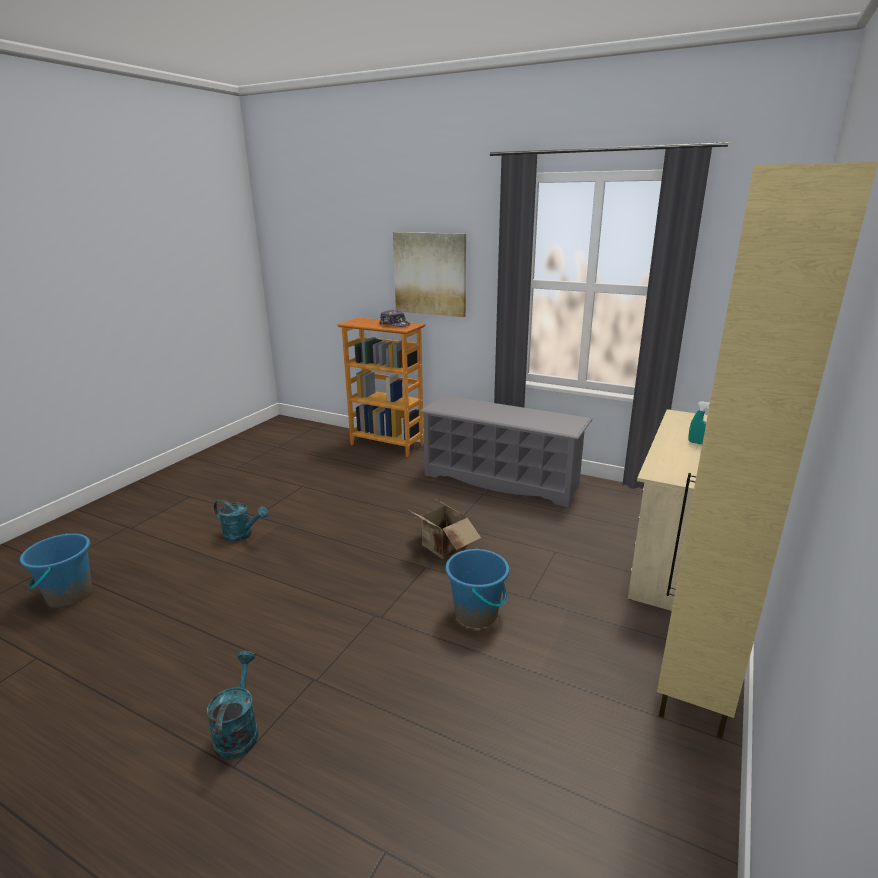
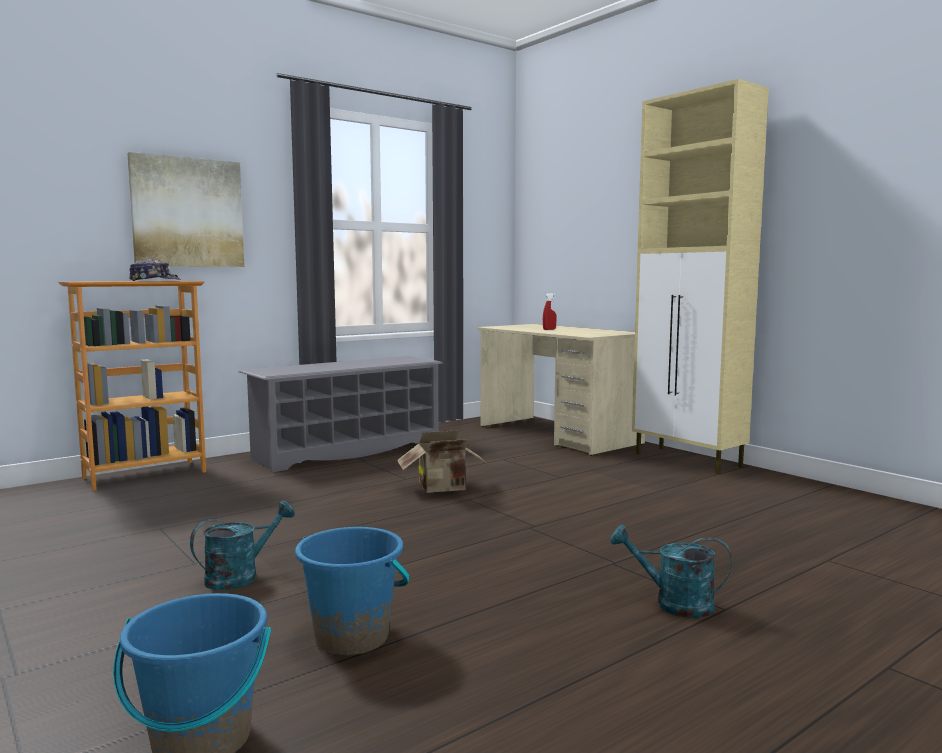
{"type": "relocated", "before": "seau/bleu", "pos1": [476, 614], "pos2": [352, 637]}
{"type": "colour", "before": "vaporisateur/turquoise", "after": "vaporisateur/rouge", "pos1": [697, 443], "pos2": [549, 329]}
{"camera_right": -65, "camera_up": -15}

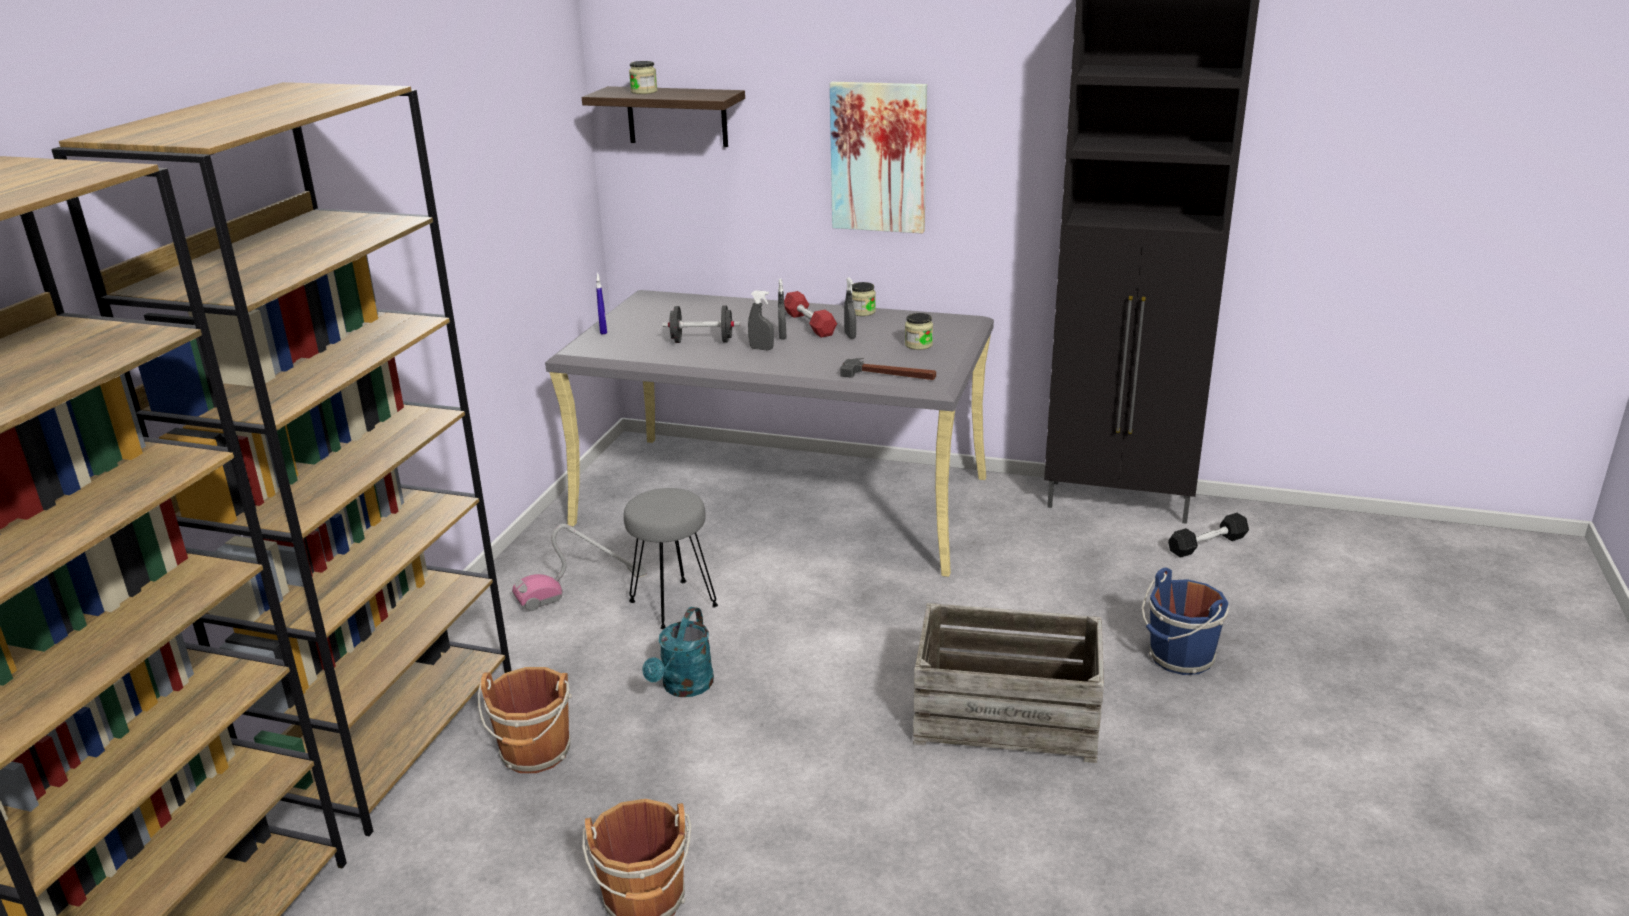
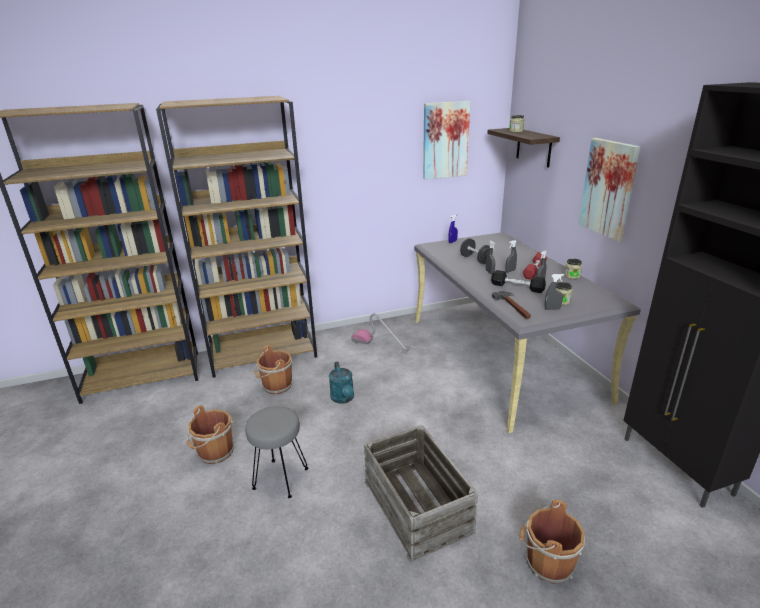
{"type": "relocated", "before": "tabouret/gris", "pos1": [672, 604], "pos2": [280, 478]}
{"type": "spun", "before": "arrosoir/turquoise", "pos1": [684, 688], "pos2": [343, 399], "turn": -90}
{"type": "appeared", "after": "tableau", "pos2": [445, 140]}
{"type": "relocated", "before": "haltère/noir", "pos1": [1207, 544], "pos2": [517, 287]}
{"type": "colour", "before": "seau/bleu", "after": "seau/marron", "pos1": [1179, 658], "pos2": [546, 563]}
{"type": "appeared", "after": "vaporisateur/gris", "pos2": [552, 309]}
{"camera_right": 55, "camera_up": 0}

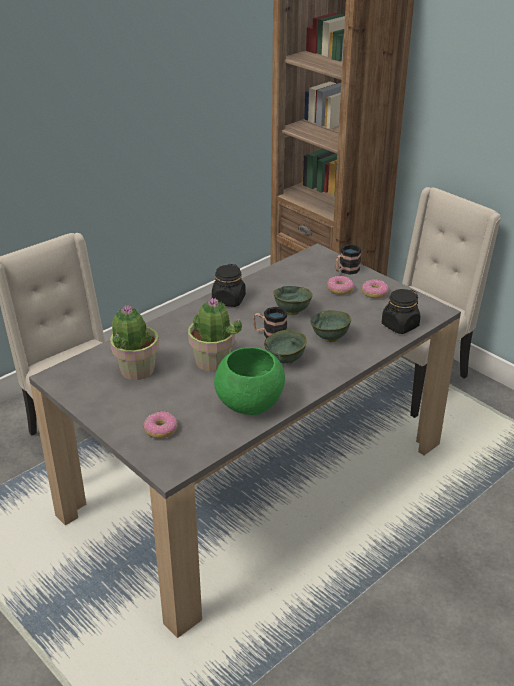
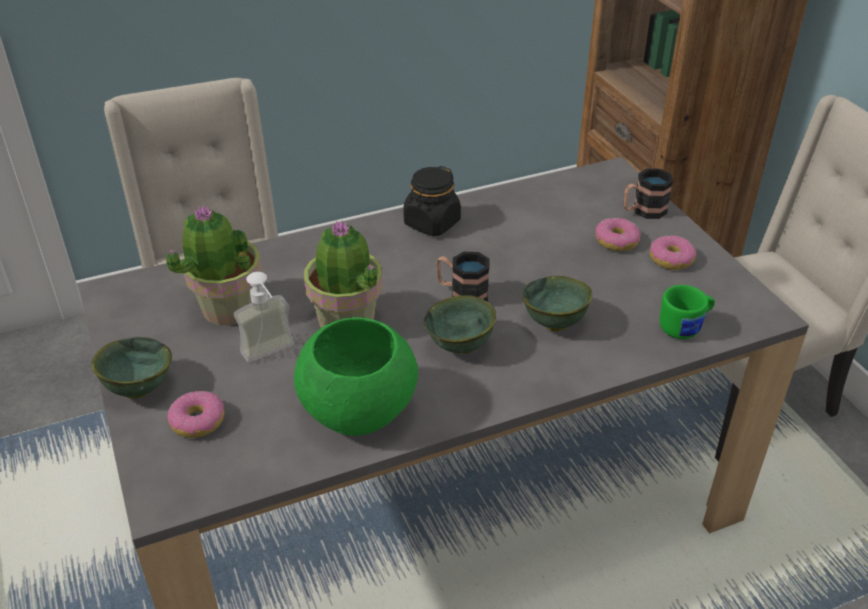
{"type": "relocated", "before": "bol/vert", "pos1": [291, 311], "pos2": [137, 389]}
{"type": "appeared", "after": "distributeur de savon", "pos2": [272, 355]}
{"type": "exchanged", "before": "bocal/noir", "after": "mug/vert", "pos1": [400, 326], "pos2": [685, 327]}
{"camera_right": 20, "camera_up": 5}

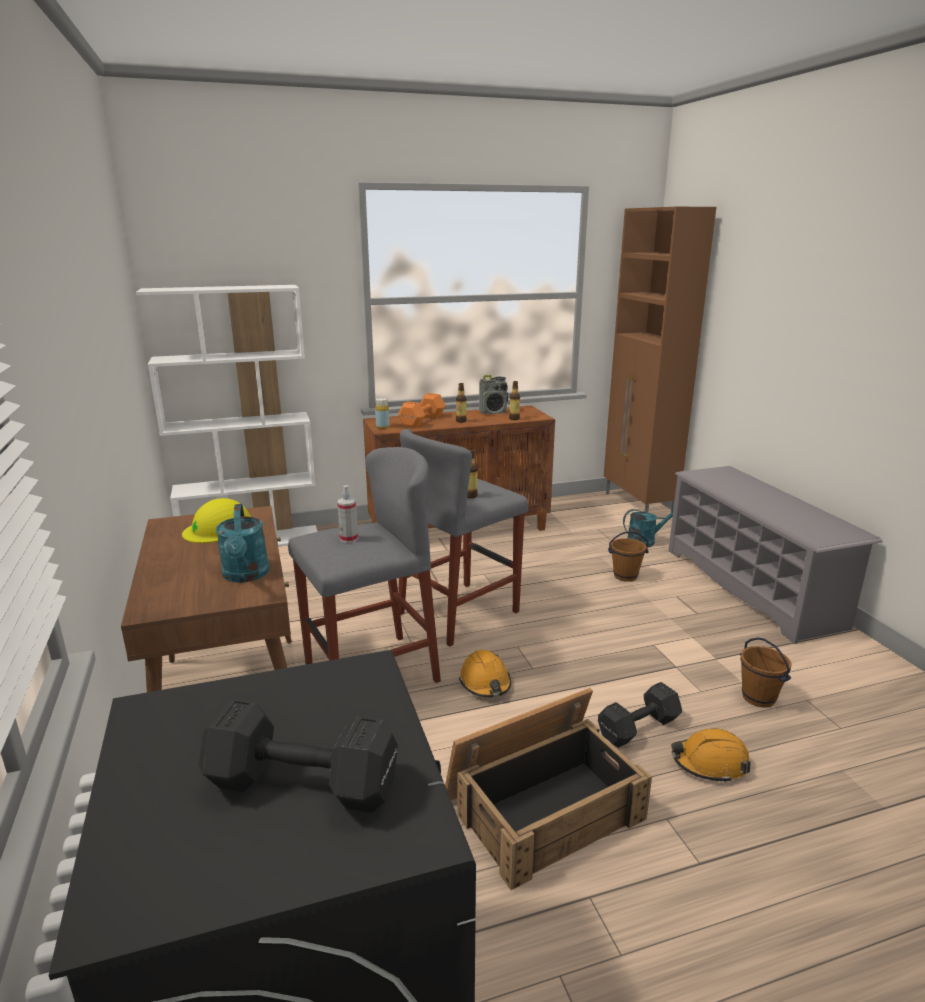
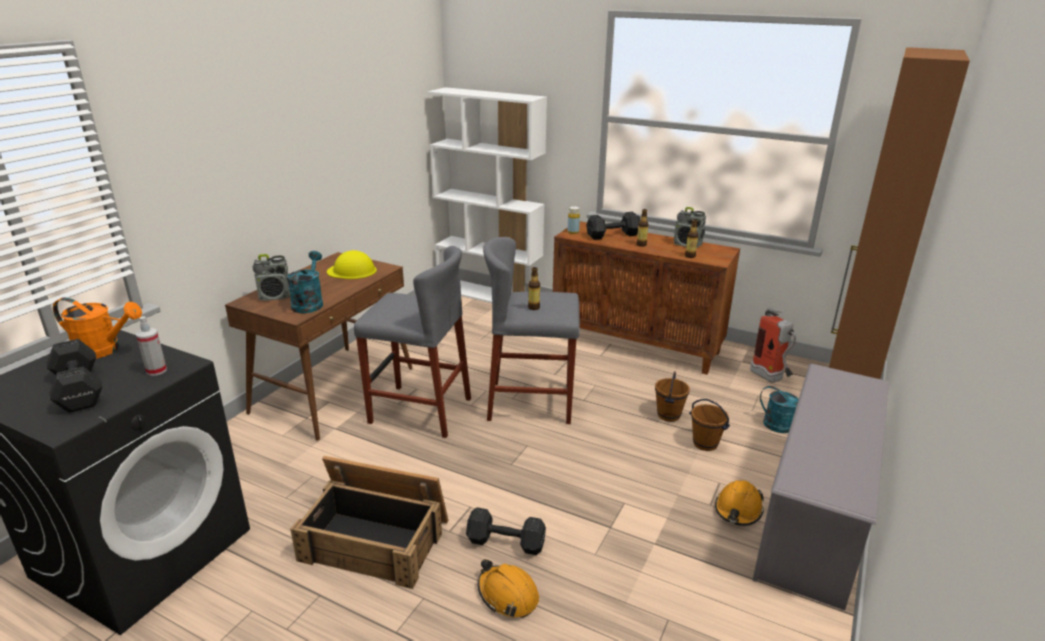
{"type": "appeared", "after": "arrosoir/orange", "pos2": [104, 350]}
{"type": "relocated", "before": "vaporisateur", "pos1": [349, 539], "pos2": [156, 371]}
{"type": "appeared", "after": "radio", "pos2": [275, 296]}
{"type": "spun", "before": "arrosoir/turquoise", "pos1": [246, 576], "pos2": [309, 303], "turn": 150}
{"type": "colour", "before": "haltère/orange", "after": "haltère/noir", "pos1": [423, 421], "pos2": [614, 235]}
{"type": "relocated", "before": "seau/marron", "pos1": [759, 697], "pos2": [669, 415]}
{"type": "relocated", "before": "casque de chantier/orange", "pos1": [485, 683], "pos2": [738, 510]}
{"type": "appeared", "after": "extincteur", "pos2": [770, 379]}
{"camera_right": 45, "camera_up": 5}

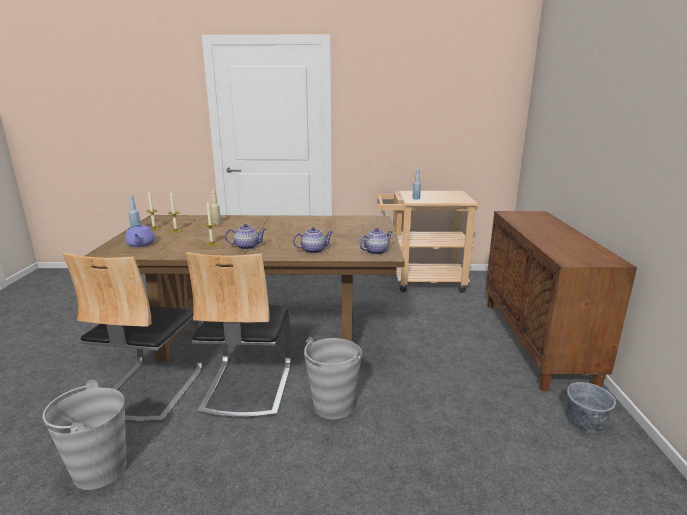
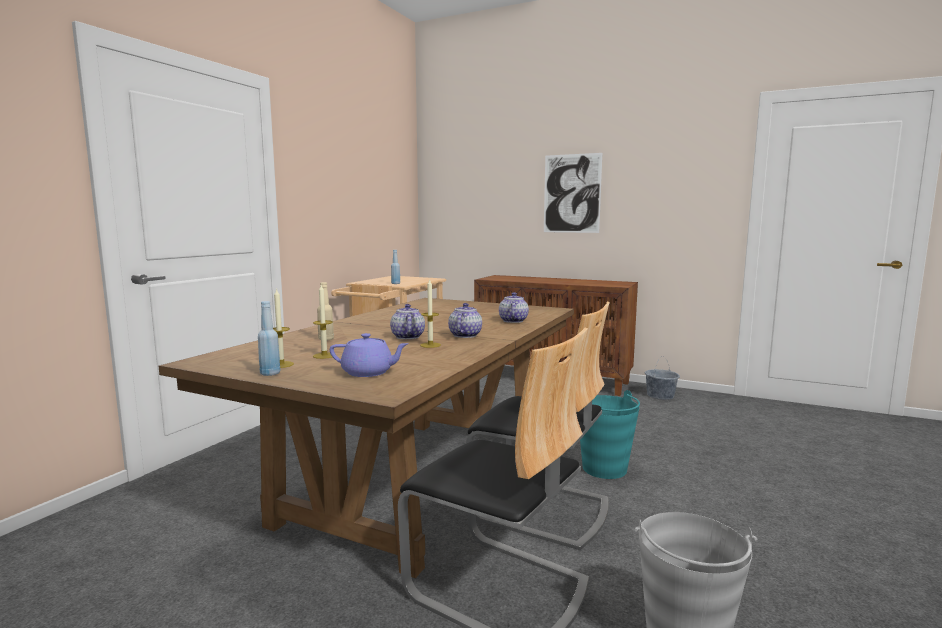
{"type": "relocated", "before": "théière", "pos1": [376, 251], "pos2": [407, 337]}
{"type": "appeared", "after": "tableau", "pos2": [572, 193]}
{"type": "colour", "before": "seau/gris", "after": "seau/turquoise", "pos1": [333, 406], "pos2": [604, 469]}
{"camera_right": -65, "camera_up": -10}

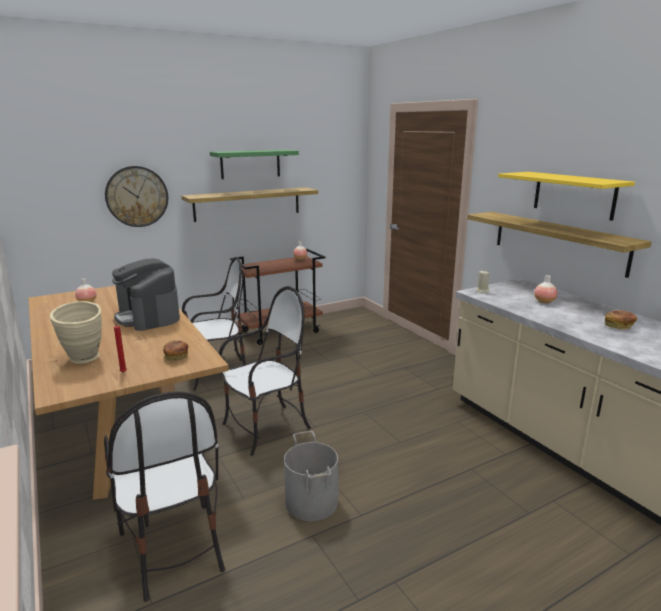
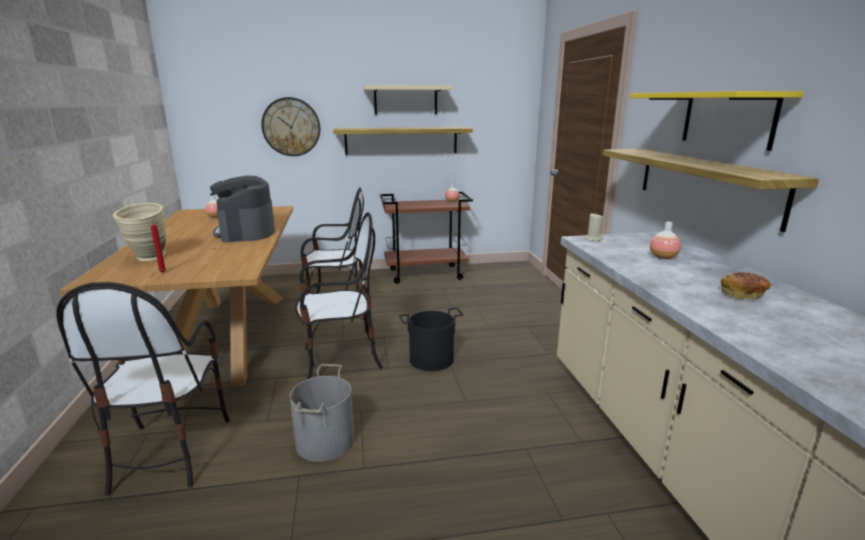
{"type": "colour", "before": "étagère/vert", "after": "étagère/beige", "pos1": [250, 164], "pos2": [405, 100]}
{"type": "appeared", "after": "seau/noir", "pos2": [431, 359]}
{"type": "missing", "before": "pain", "pos1": [176, 357]}
{"camera_right": 20, "camera_up": 0}

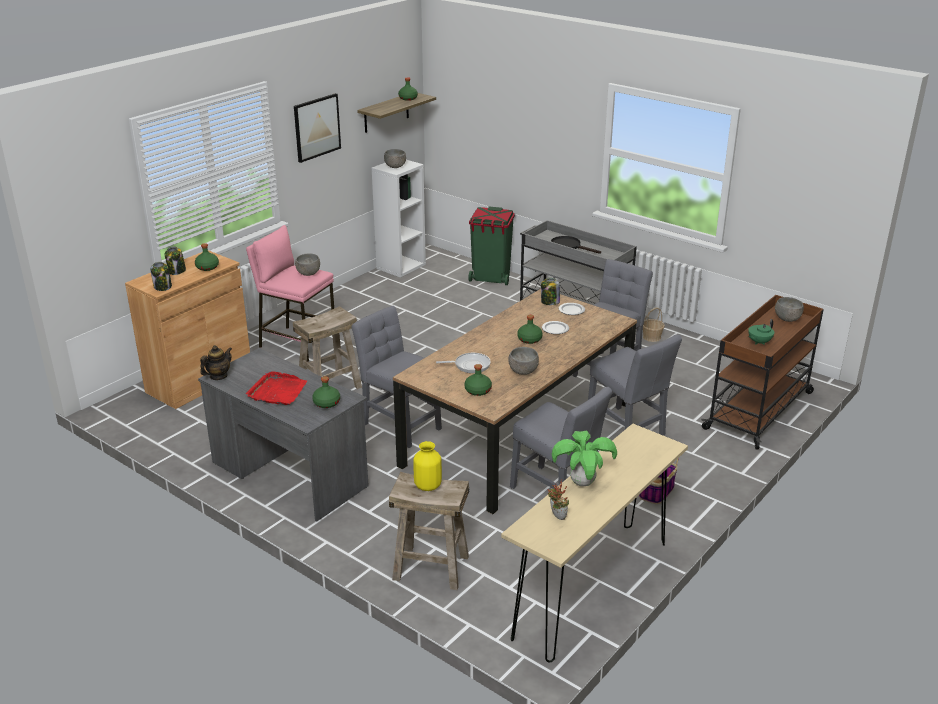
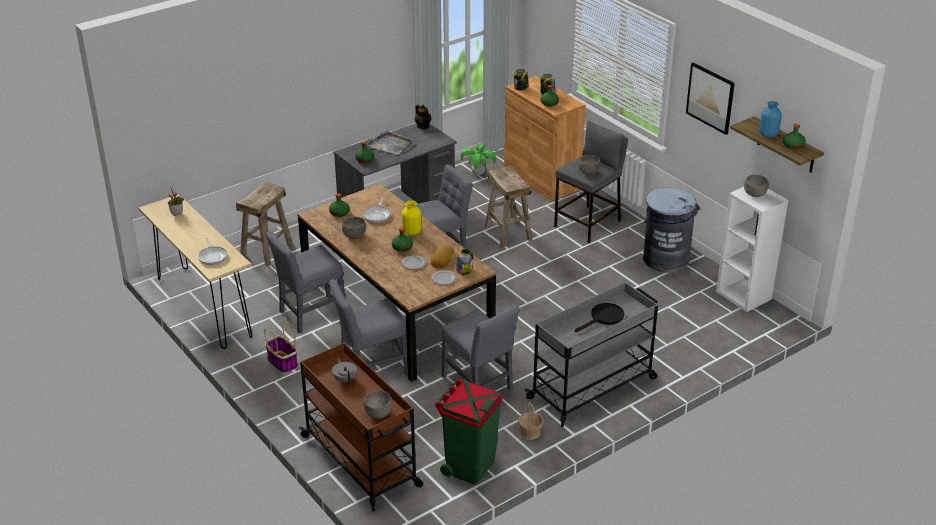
{"type": "appeared", "after": "poêle", "pos2": [212, 256]}
{"type": "colour", "before": "théière/vert", "after": "théière/gris", "pos1": [759, 342], "pos2": [345, 379]}
{"type": "colour", "before": "plateau/rouge", "after": "plateau/gris", "pos1": [277, 391], "pos2": [390, 144]}
{"type": "relocated", "before": "vase/jaune", "pos1": [428, 486], "pos2": [411, 232]}
{"type": "appeared", "after": "pain", "pos2": [441, 259]}
{"type": "relocated", "before": "poubelle/vert", "pos1": [491, 278], "pos2": [469, 466]}
{"type": "relocated", "before": "plante en pot", "pos1": [582, 483], "pos2": [478, 174]}
{"type": "colour", "before": "tabouret/rose", "after": "tabouret/gris", "pos1": [297, 343], "pos2": [588, 224]}
{"type": "appeared", "after": "poubelle/gris", "pos2": [666, 259]}
{"type": "appeared", "after": "vase/bleu", "pos2": [768, 134]}
{"camera_right": 105, "camera_up": 5}

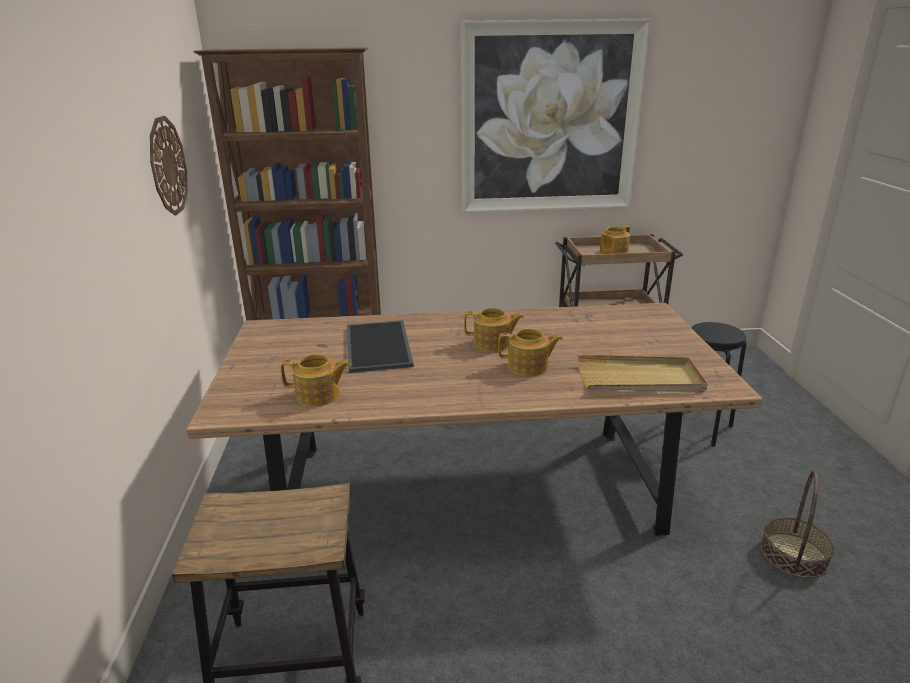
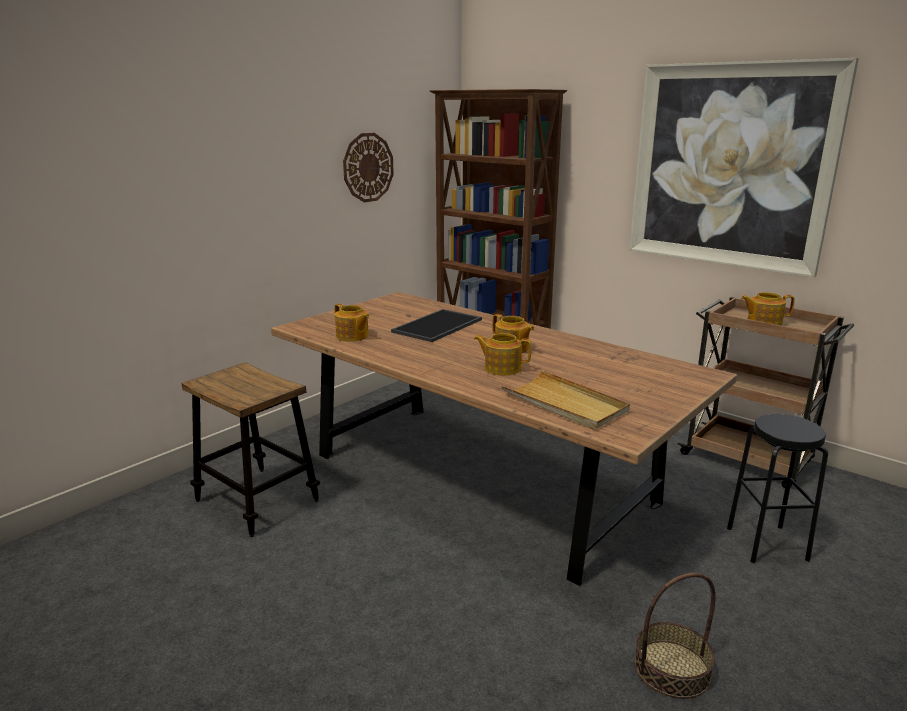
{"type": "spun", "before": "théière", "pos1": [529, 367], "pos2": [502, 368], "turn": 150}
{"camera_right": 45, "camera_up": -5}

